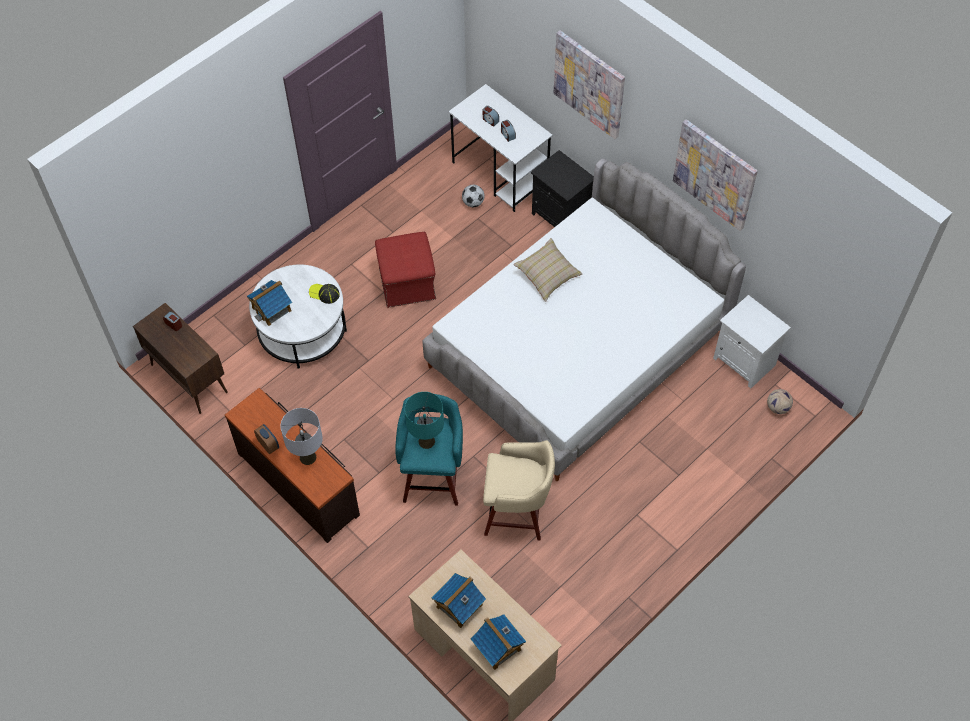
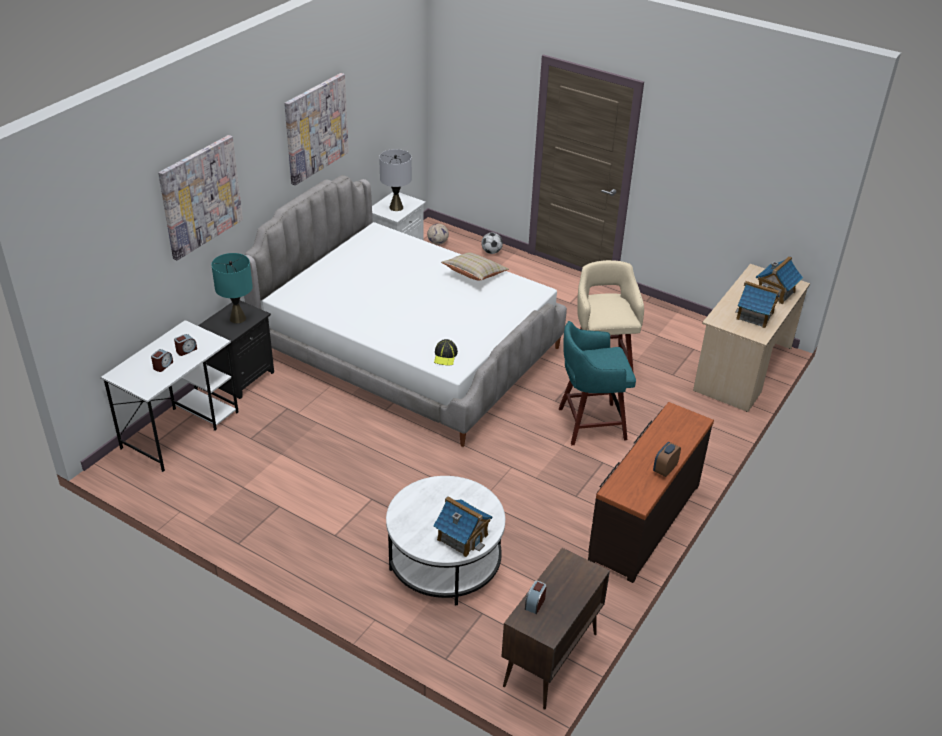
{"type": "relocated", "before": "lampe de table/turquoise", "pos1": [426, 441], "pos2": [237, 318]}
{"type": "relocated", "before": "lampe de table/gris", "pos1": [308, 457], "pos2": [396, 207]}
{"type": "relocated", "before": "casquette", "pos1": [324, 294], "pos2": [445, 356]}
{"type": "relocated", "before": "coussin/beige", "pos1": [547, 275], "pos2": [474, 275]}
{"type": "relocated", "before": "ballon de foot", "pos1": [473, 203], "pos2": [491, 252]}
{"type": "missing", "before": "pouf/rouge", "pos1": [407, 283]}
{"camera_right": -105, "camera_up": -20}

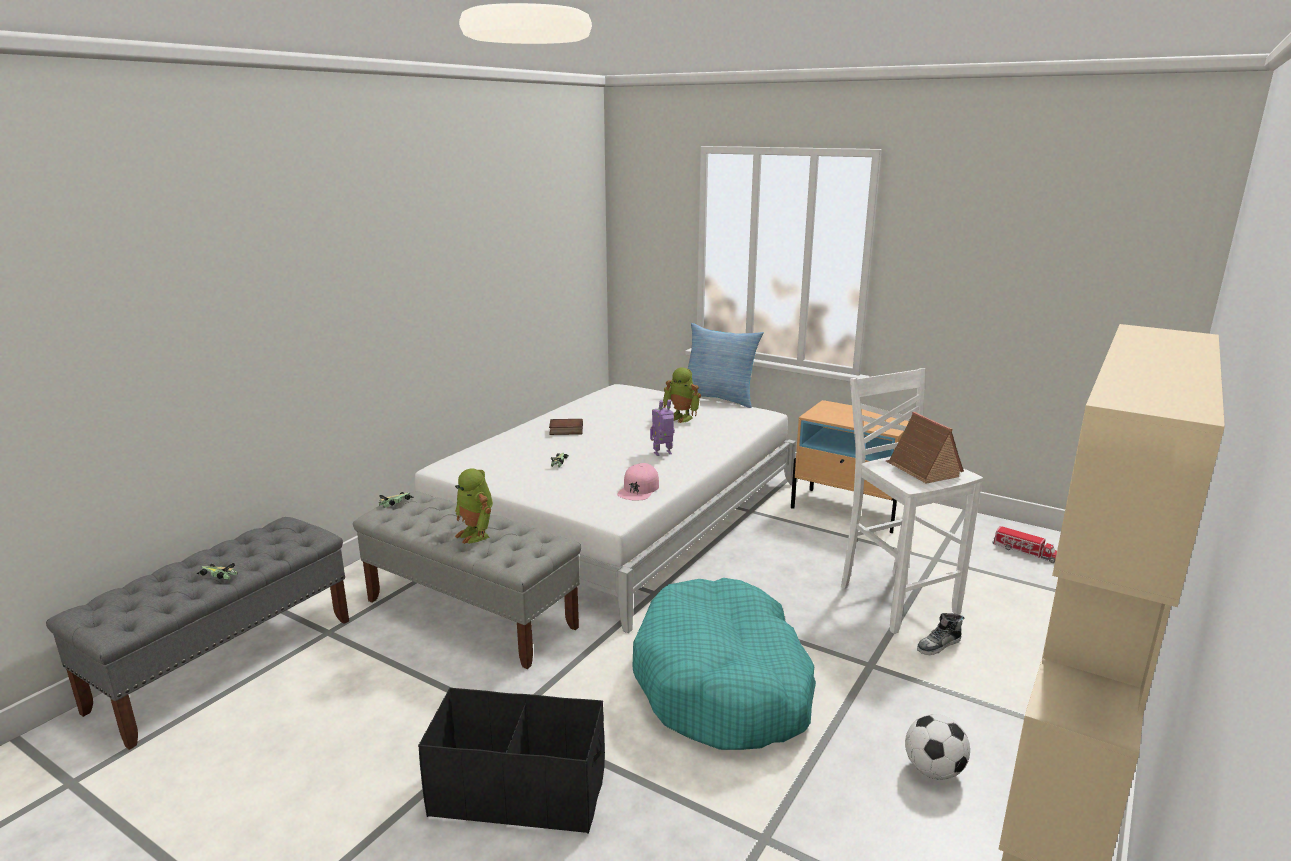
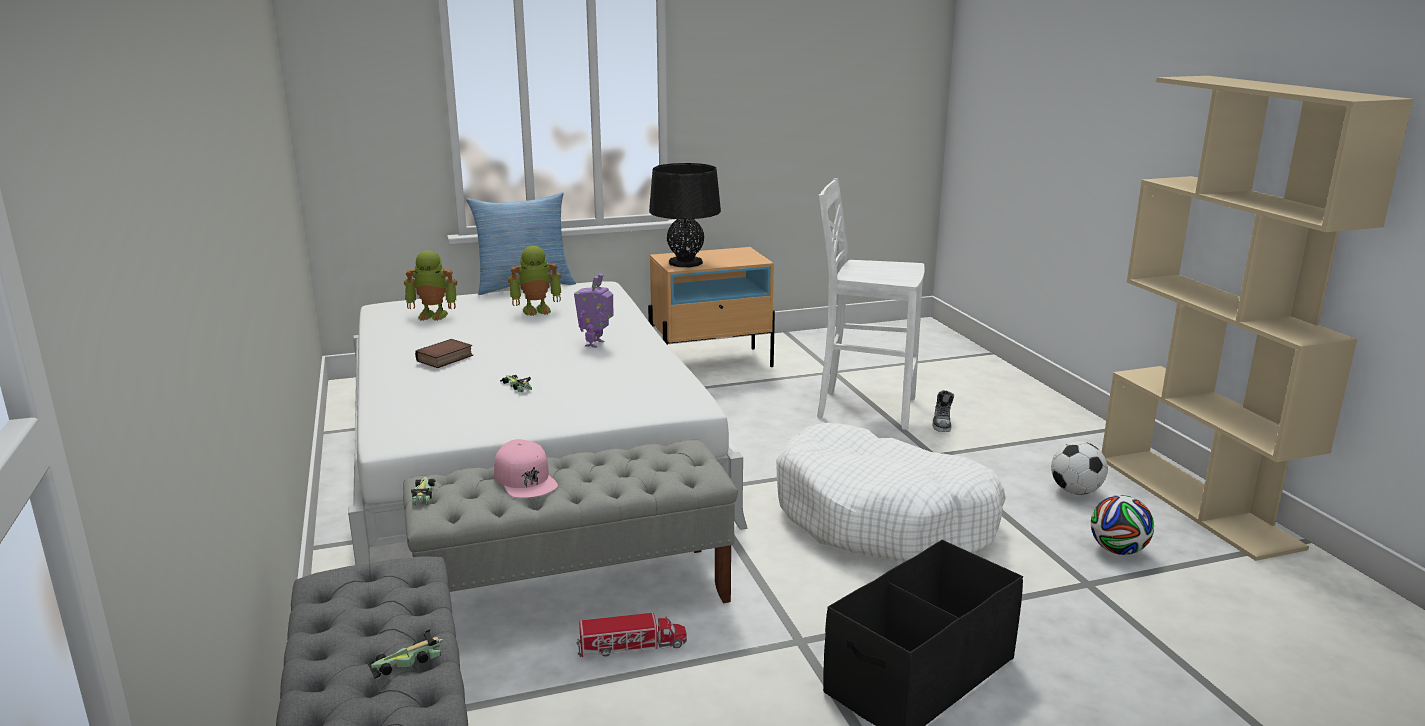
{"type": "relocated", "before": "robot jouet", "pos1": [476, 534], "pos2": [434, 315]}
{"type": "relocated", "before": "casquette/rose", "pos1": [639, 489], "pos2": [525, 479]}
{"type": "relocated", "before": "camion jouet", "pos1": [1025, 552], "pos2": [632, 646]}
{"type": "appeared", "after": "lampe de table/noir", "pos2": [685, 263]}
{"type": "colour", "before": "panier pour chien/turquoise", "after": "panier pour chien/blanc", "pos1": [723, 684], "pos2": [884, 519]}
{"type": "appeared", "after": "ballon de foot", "pos2": [1117, 550]}
{"type": "missing", "before": "maison miniature", "pos1": [922, 469]}
{"camera_right": -50, "camera_up": 0}

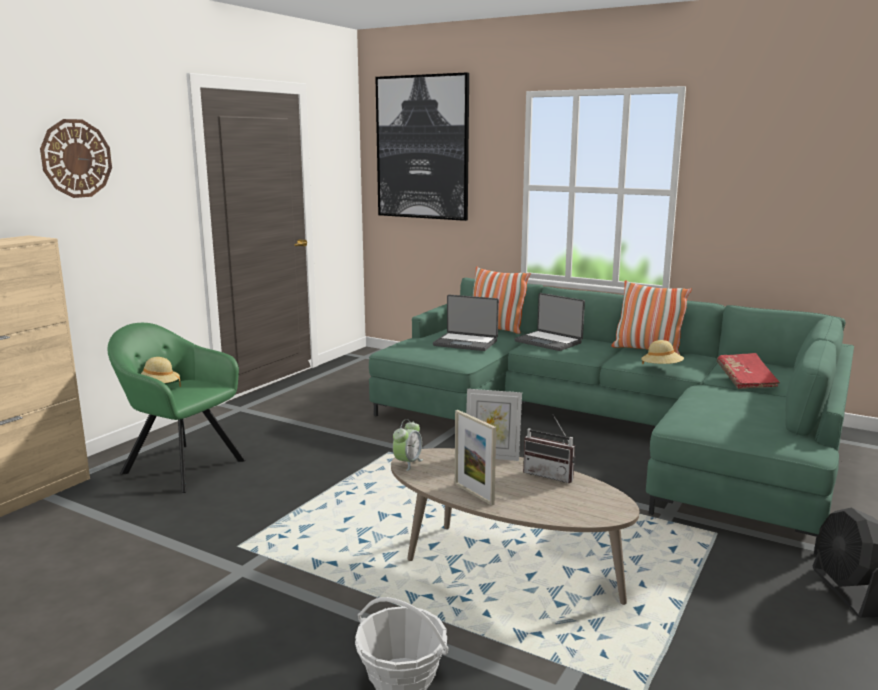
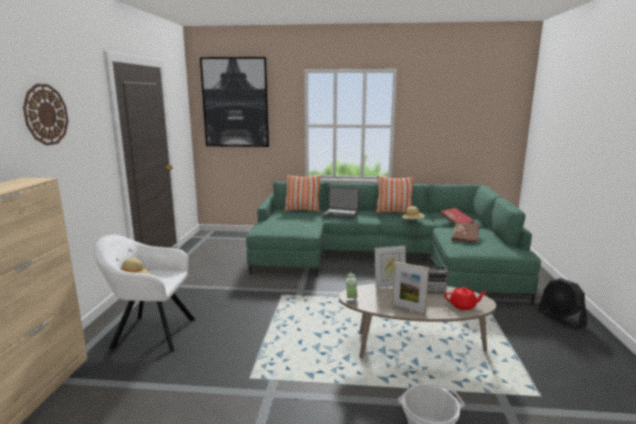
{"type": "colour", "before": "fauteuil/vert", "after": "fauteuil/blanc", "pos1": [180, 465], "pos2": [150, 333]}
{"type": "appeared", "after": "théière/rouge", "pos2": [463, 306]}
{"type": "appeared", "after": "livre/marron", "pos2": [465, 238]}
{"type": "missing", "before": "ordinateur portable", "pos1": [466, 343]}
{"camera_right": -25, "camera_up": 0}

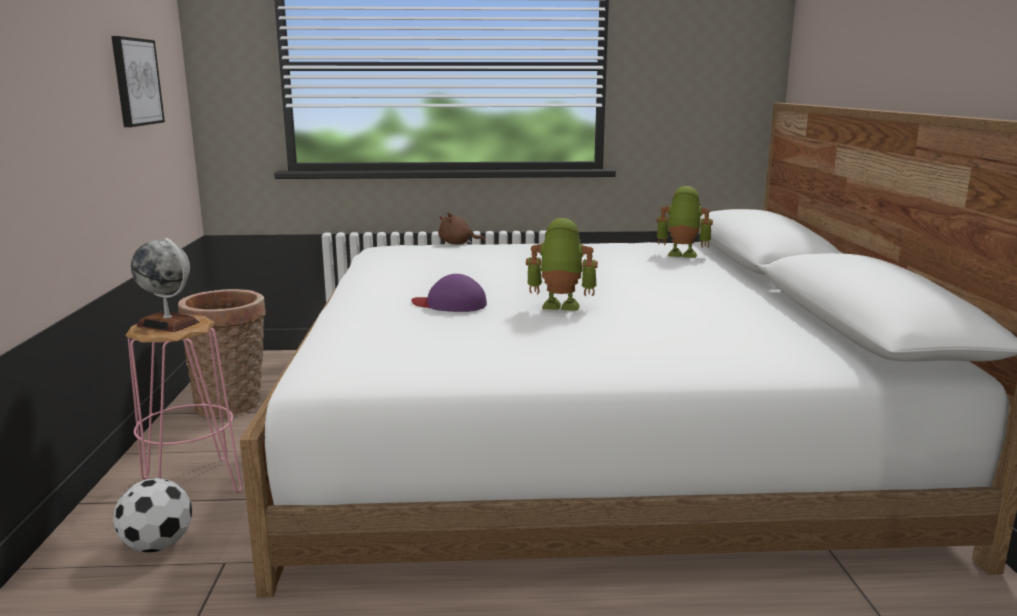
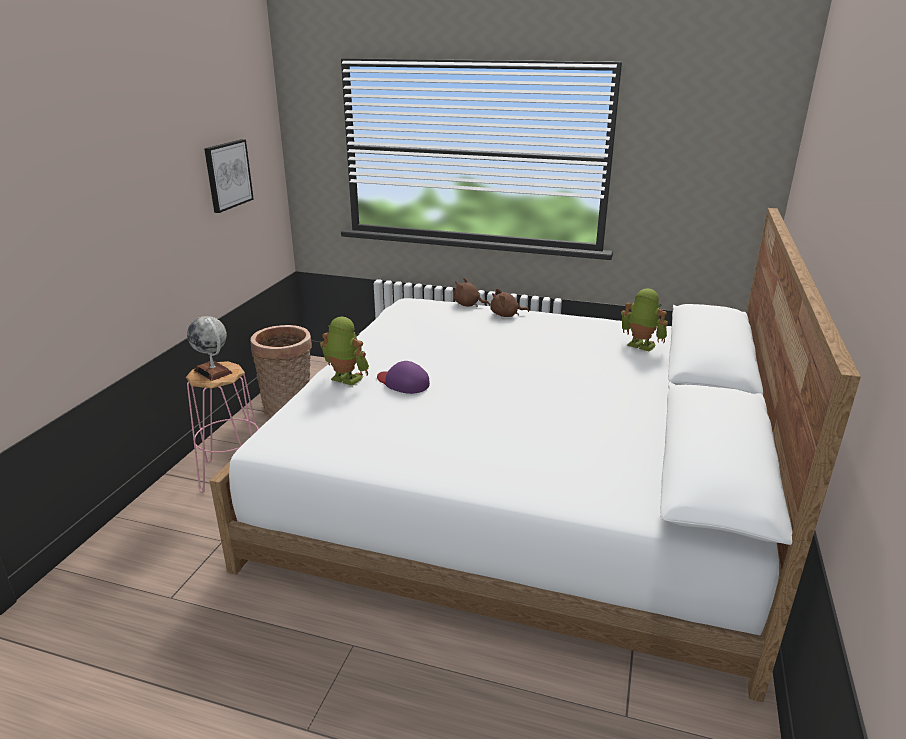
{"type": "relocated", "before": "robot jouet", "pos1": [560, 307], "pos2": [345, 379]}
{"type": "appeared", "after": "peluche/marron", "pos2": [506, 315]}
{"type": "missing", "before": "ballon de foot", "pos1": [158, 545]}
{"camera_right": 20, "camera_up": 10}

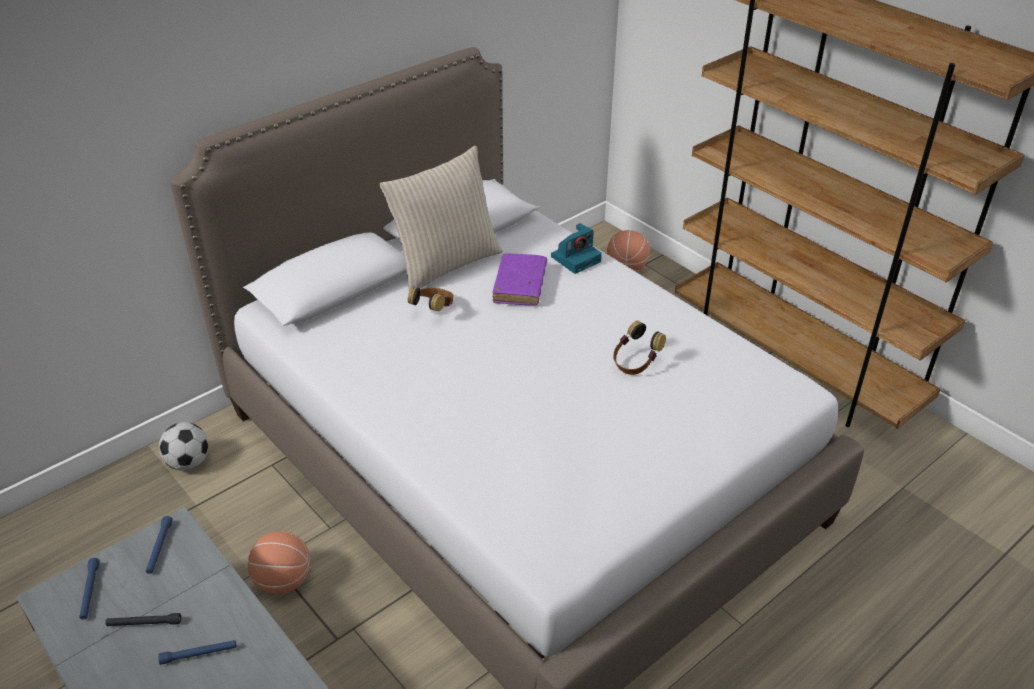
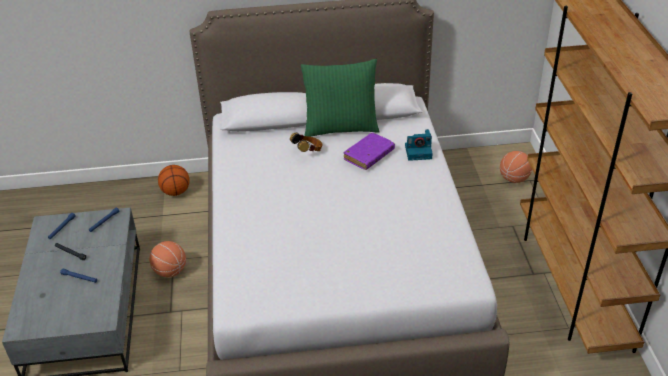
{"type": "exchanged", "before": "ballon de foot", "after": "ballon de basket", "pos1": [188, 462], "pos2": [176, 192]}
{"type": "colour", "before": "coussin/beige", "after": "coussin/vert", "pos1": [445, 264], "pos2": [341, 127]}
{"type": "missing", "before": "casque audio", "pos1": [635, 363]}
{"camera_right": 35, "camera_up": 0}

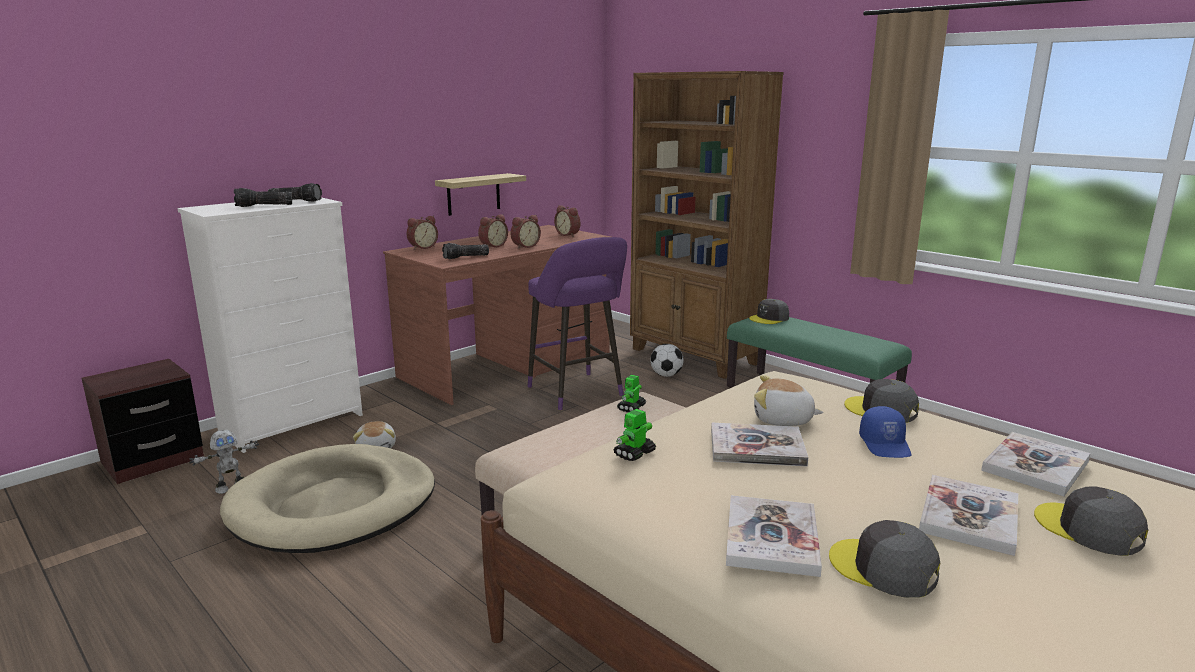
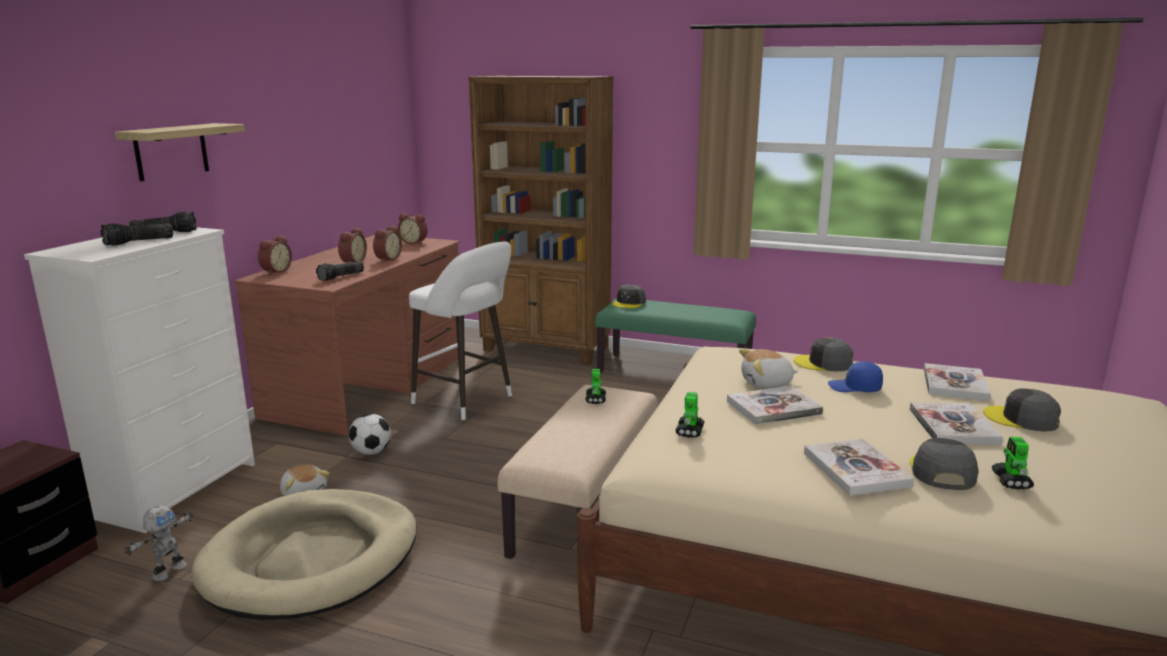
{"type": "relocated", "before": "étagère", "pos1": [473, 194], "pos2": [171, 151]}
{"type": "relocated", "before": "ballon de foot", "pos1": [666, 375], "pos2": [371, 452]}
{"type": "colour", "before": "tabouret/violet", "after": "tabouret/blanc", "pos1": [577, 393], "pos2": [466, 401]}
{"type": "spun", "before": "casquette/bleu", "pos1": [885, 445], "pos2": [854, 388], "turn": 135}
{"type": "spun", "before": "casquette/gris", "pos1": [883, 568], "pos2": [941, 472], "turn": 90}
{"type": "appeared", "after": "robot jouet", "pos2": [1011, 481]}
{"camera_right": -25, "camera_up": 0}

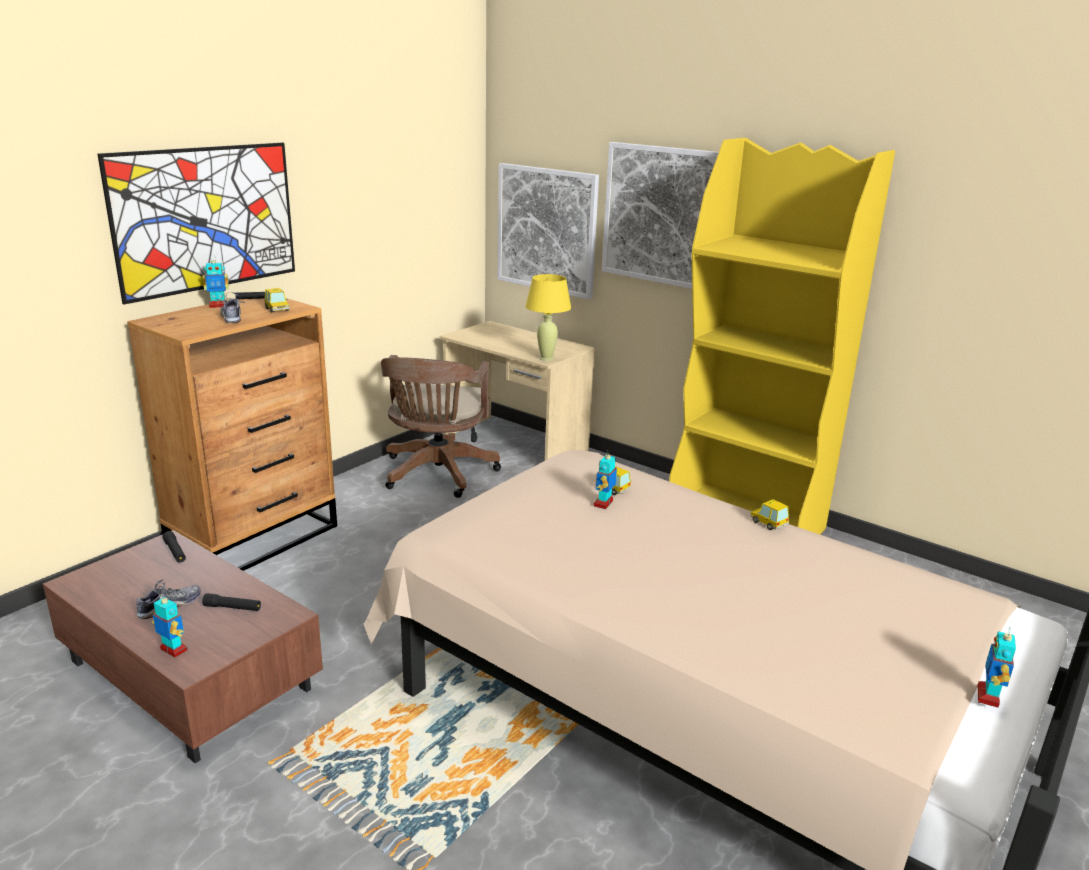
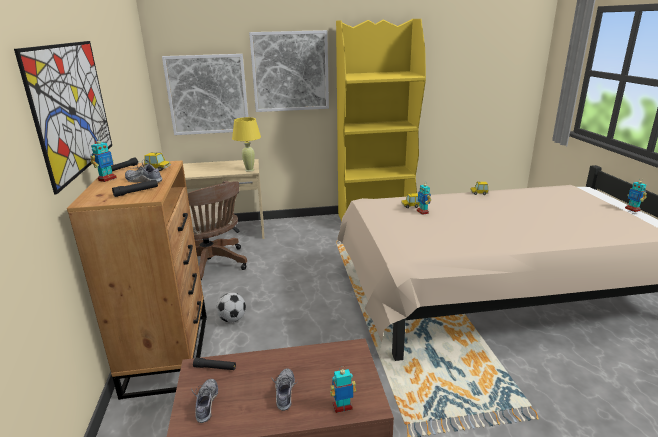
{"type": "relocated", "before": "lampe de poche/noir", "pos1": [232, 608], "pos2": [136, 192]}
{"type": "appeared", "after": "chaussure", "pos2": [206, 403]}
{"type": "appeared", "after": "ballon de foot", "pos2": [232, 319]}
{"camera_right": -45, "camera_up": 0}

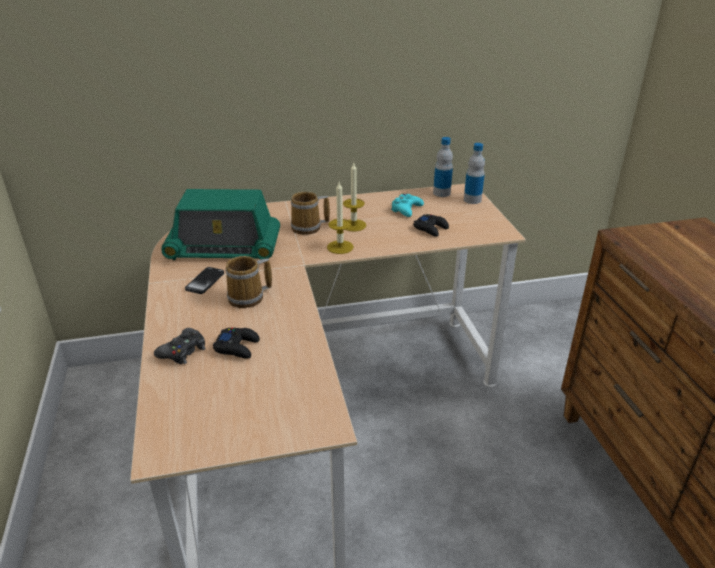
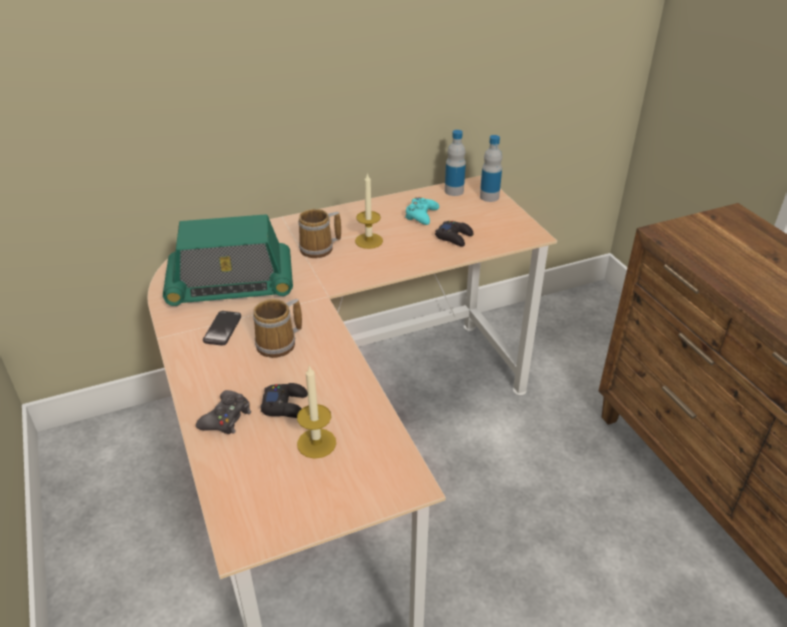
{"type": "relocated", "before": "bougie", "pos1": [340, 247], "pos2": [316, 443]}
{"camera_right": -10, "camera_up": 5}

